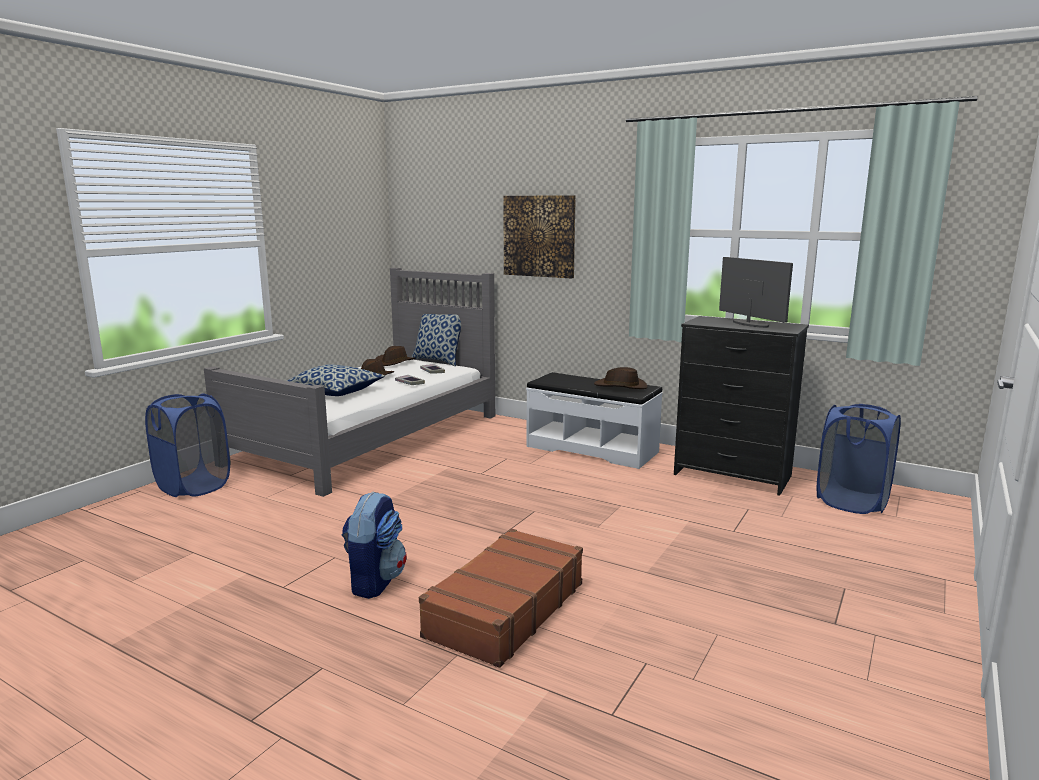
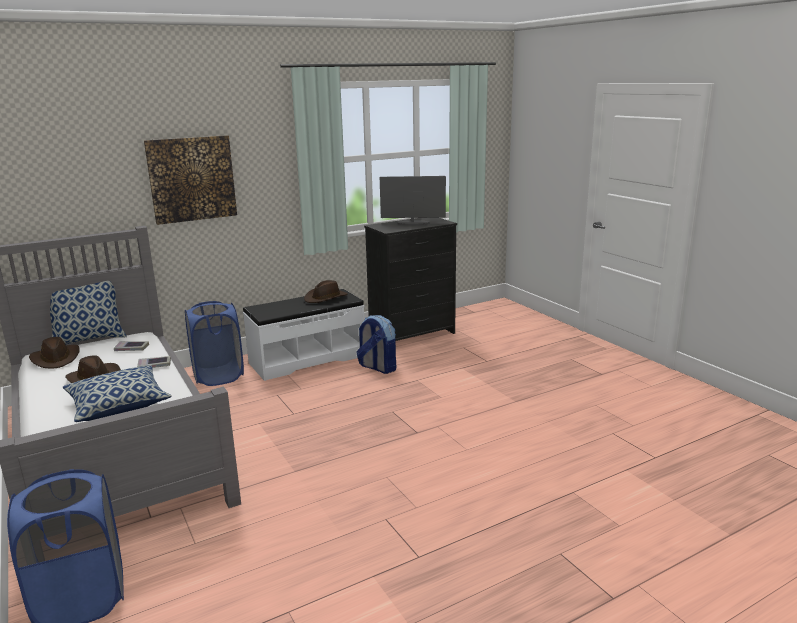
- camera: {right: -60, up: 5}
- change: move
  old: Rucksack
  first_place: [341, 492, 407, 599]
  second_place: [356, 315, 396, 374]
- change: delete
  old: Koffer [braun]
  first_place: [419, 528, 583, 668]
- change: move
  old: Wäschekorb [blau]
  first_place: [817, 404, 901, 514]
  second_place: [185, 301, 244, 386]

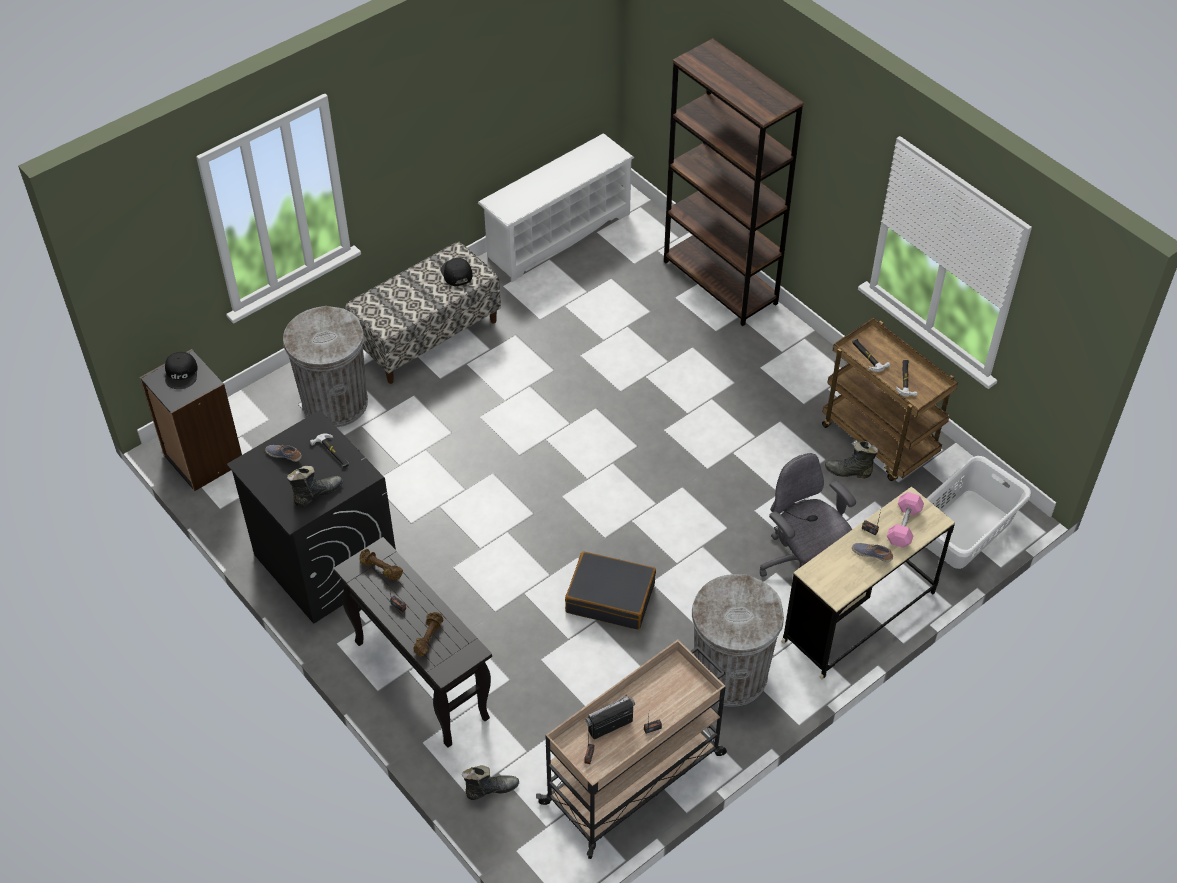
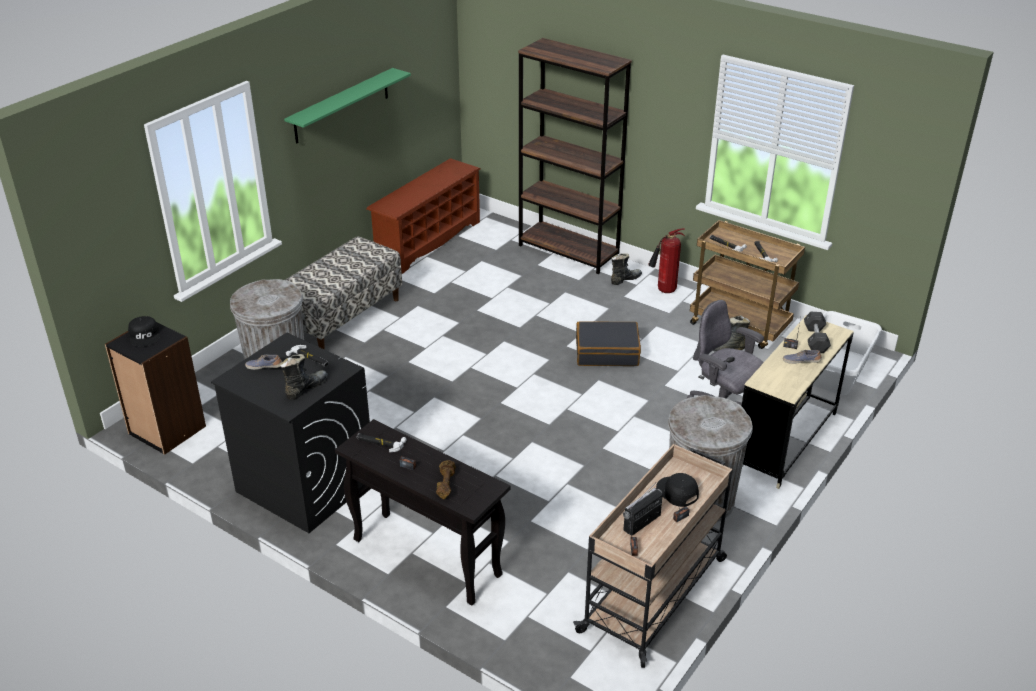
- camera: {right: -15, up: -15}
- change: replace
  old: Hantel [braun]
  new: Hammer
  first_place: [359, 549, 403, 580]
  second_place: [357, 433, 407, 452]
- change: move
  old: Kappe [schwarz]
  first_place: [441, 258, 472, 286]
  second_place: [656, 473, 699, 507]
- change: move
  old: Stiefel [schwarz]
  first_place: [462, 765, 519, 800]
  second_place: [611, 253, 642, 285]
- change: recolor
  old: Schuhregal [weiß]
  new: Schuhregal [braun]
  first_place: [478, 133, 634, 282]
  second_place: [366, 158, 481, 274]
- change: move
  old: Koffer [schwarz]
  first_place: [565, 552, 656, 630]
  second_place: [576, 322, 641, 366]
- change: recolor
  old: Hantel [rosa]
  new: Hantel [grau]
  first_place: [887, 492, 924, 548]
  second_place: [804, 312, 831, 353]
- change: insert
  new: Wandregal [grün]
  second_place: [284, 68, 411, 143]
- change: insert
  new: Feuerlöscher
  second_place: [648, 228, 685, 293]

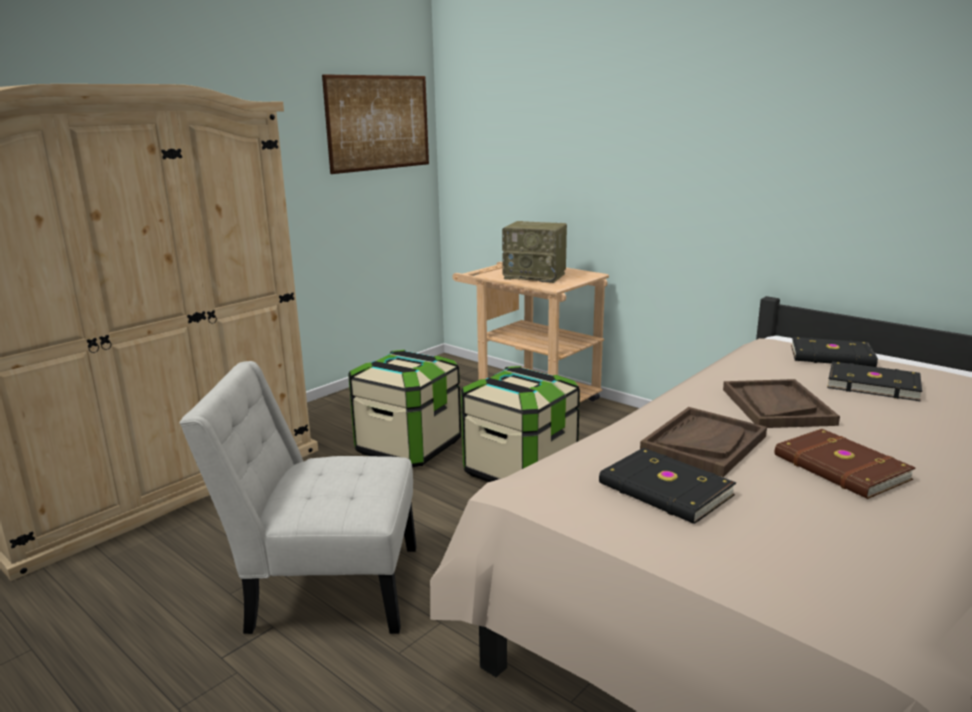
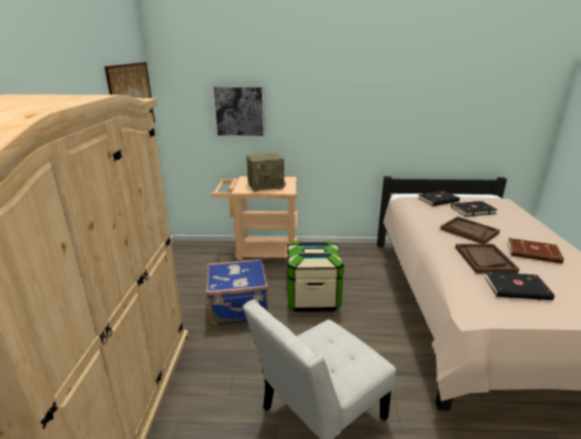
- camera: {right: -40, up: 5}
- change: replace
  old: Aufbewahrungsbox
  new: Koffer [blau]
  first_place: [348, 350, 461, 467]
  second_place: [206, 258, 269, 326]
- change: insert
  new: Bild
  second_place: [212, 85, 265, 138]

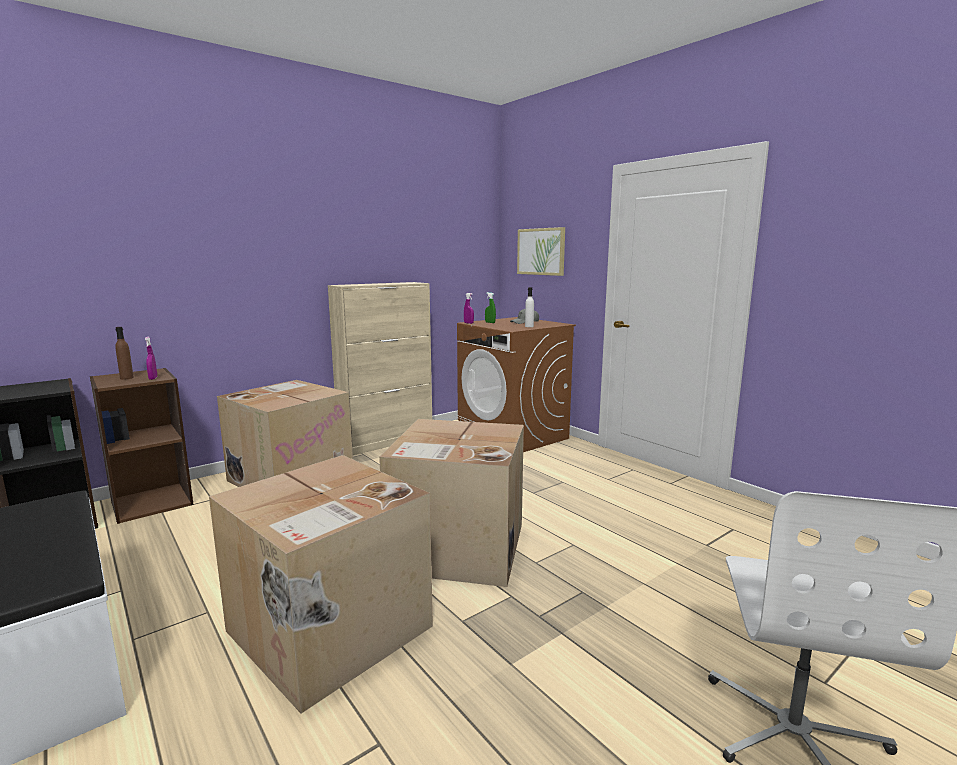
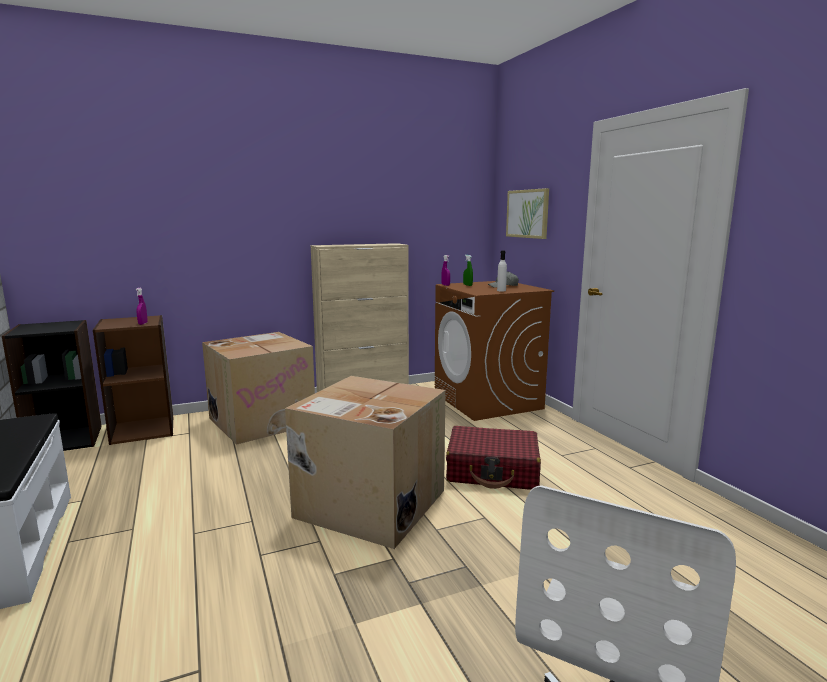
- camera: {right: 15, up: 0}
- change: delete
  old: Flasche [braun]
  first_place: [115, 327, 134, 380]
- change: delete
  old: Karton
  first_place: [209, 455, 433, 713]
- change: insert
  new: Koffer [rot]
  second_place: [446, 426, 541, 490]

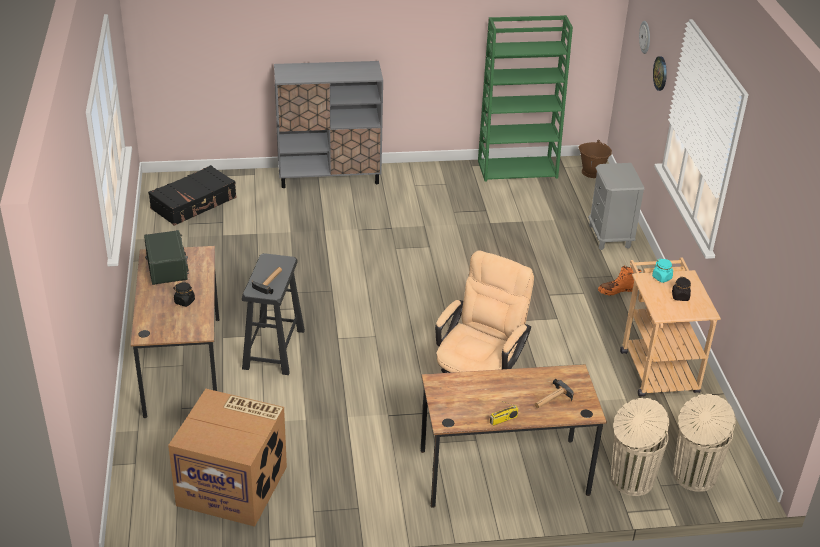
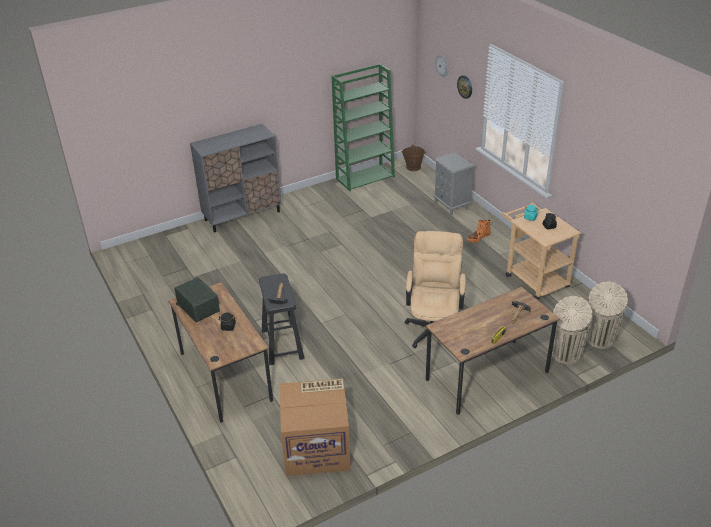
- camera: {right: -20, up: 0}
- change: delete
  old: Koffer [schwarz]
  first_place: [148, 165, 236, 226]

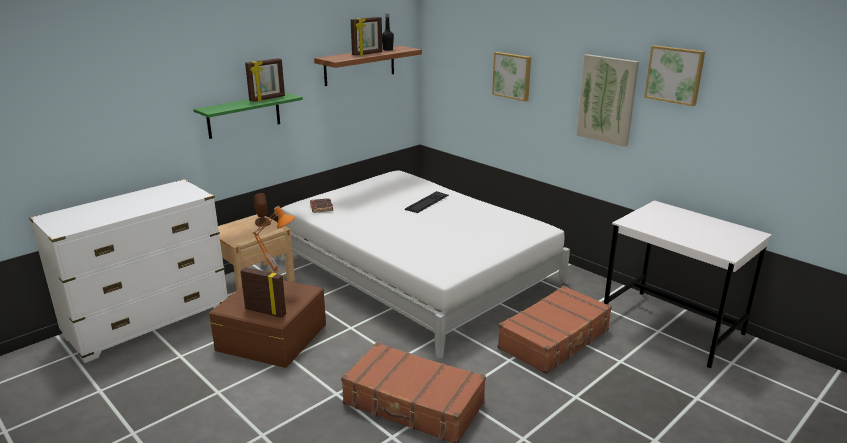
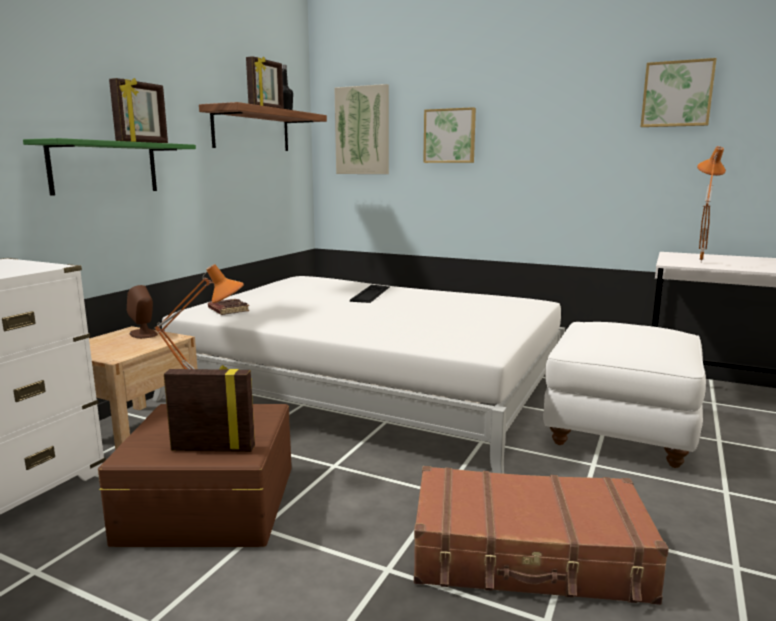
- camera: {right: -20, up: -10}
- change: replace
  old: Koffer [braun]
  new: Polsterhocker [weiß]
  first_place: [497, 286, 612, 374]
  second_place: [543, 322, 706, 468]
- change: move
  old: Bild
  first_place: [576, 54, 639, 147]
  second_place: [334, 84, 389, 174]
- change: insert
  new: Tischlampe [orange]
  second_place: [697, 146, 726, 263]

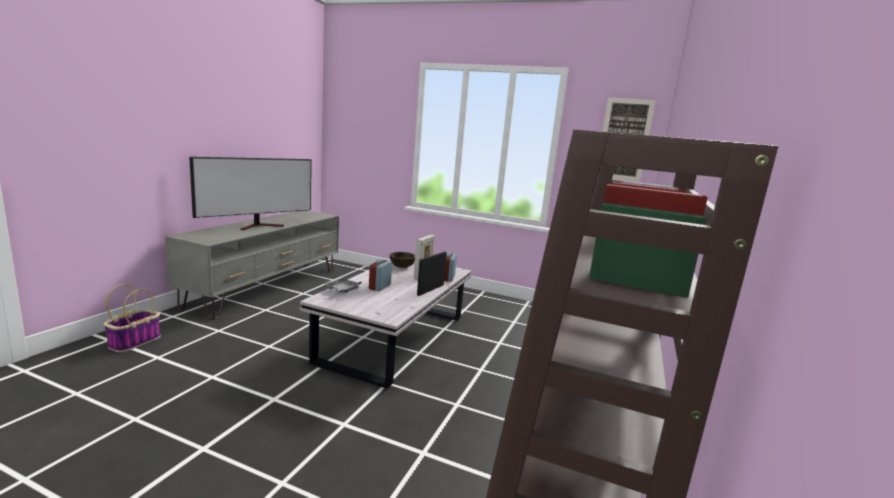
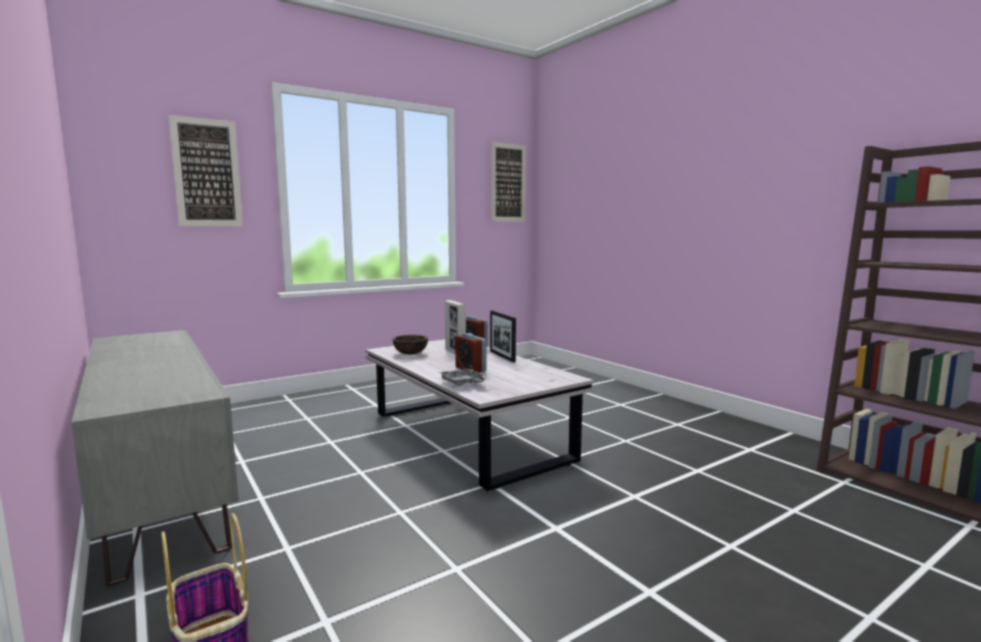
- camera: {right: -55, up: -5}
- change: delete
  old: Fernseher
  first_place: [189, 157, 312, 230]
- change: insert
  new: Bild
  second_place: [169, 115, 243, 226]

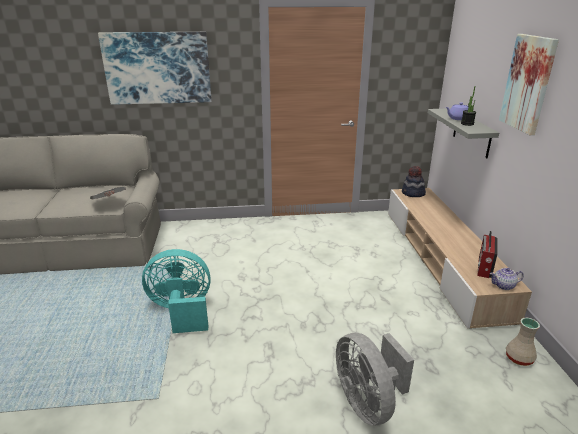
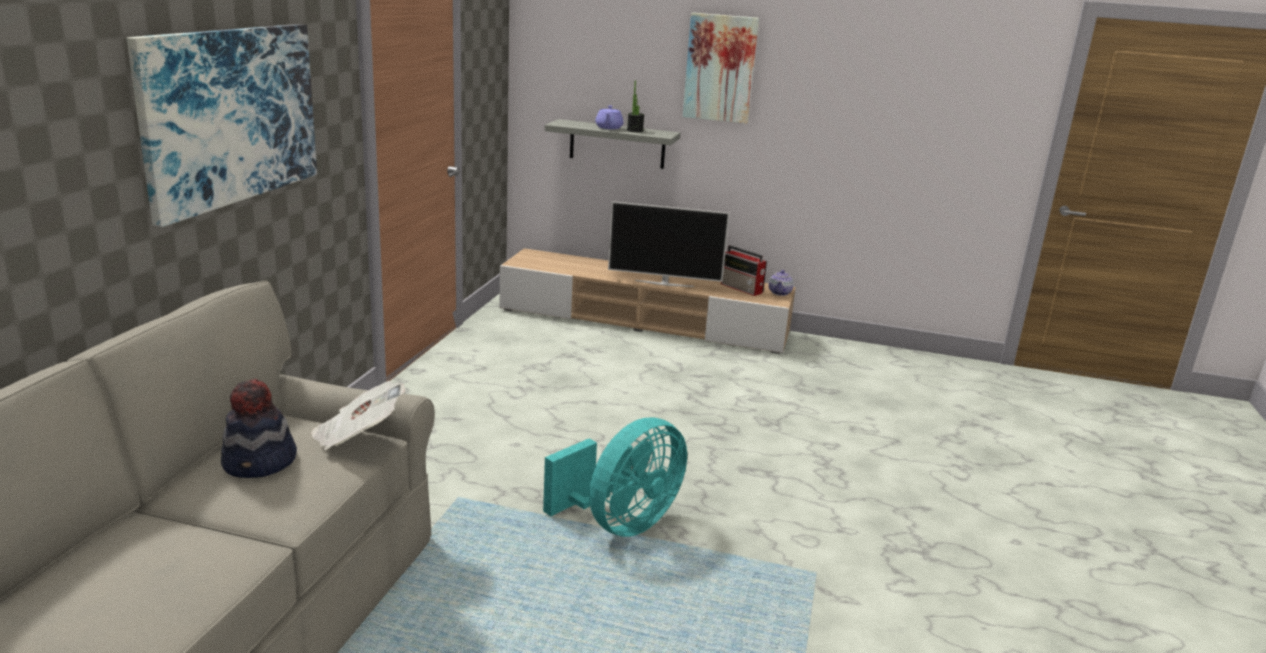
- camera: {right: -70, up: -5}
- change: rotate
  old: Ventilator [türkis]
  first_place: [142, 249, 211, 333]
  second_place: [543, 417, 687, 537]
  degrees: -150
- change: delete
  old: Ventilator [grau]
  first_place: [336, 333, 414, 426]
- change: move
  old: Hut
  first_place: [402, 166, 426, 197]
  second_place: [221, 379, 297, 478]
- change: delete
  old: Vase [beige]
  first_place: [506, 318, 540, 366]
- change: insert
  new: Fernseher
  second_place: [608, 201, 730, 287]

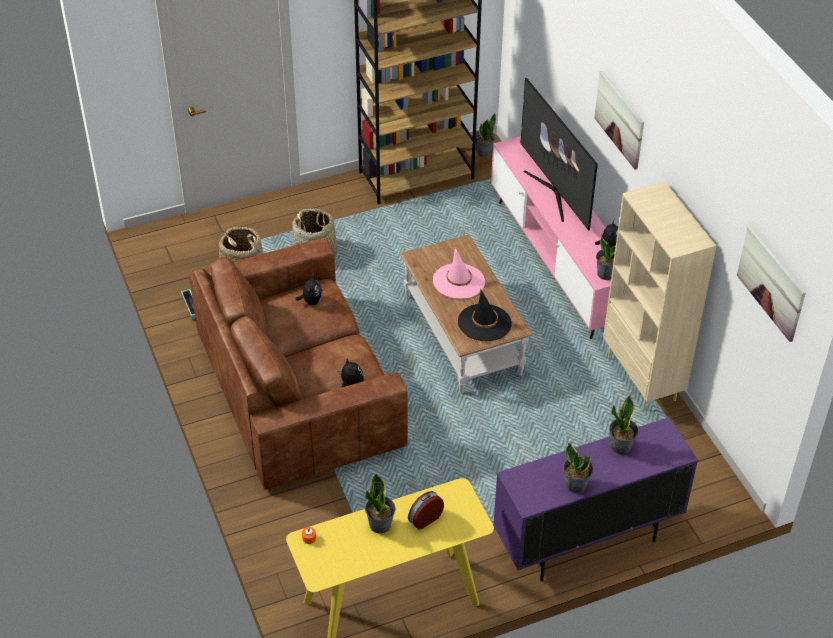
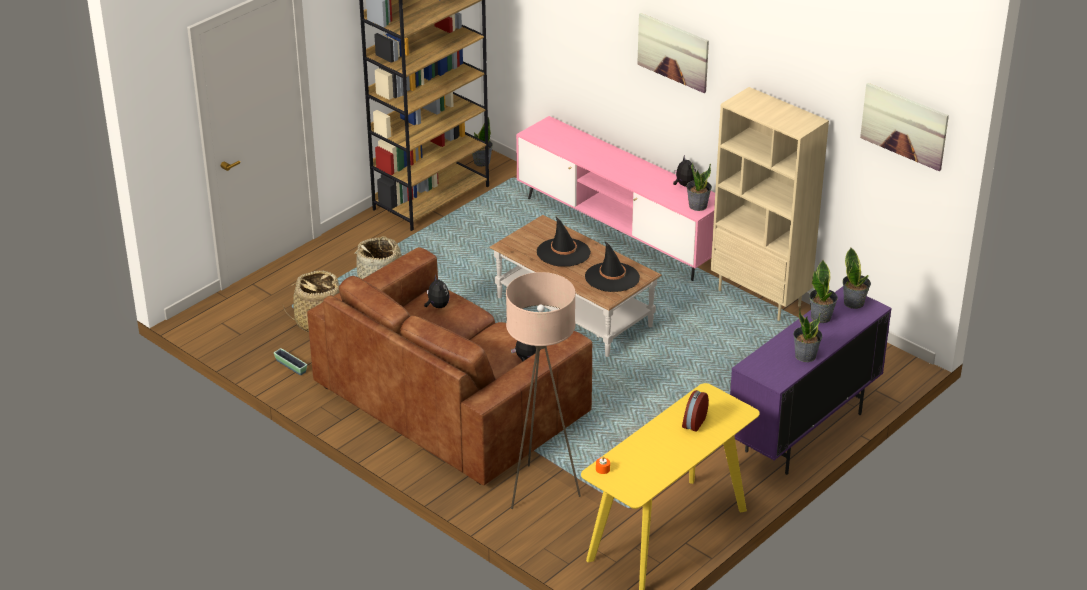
- camera: {right: -25, up: -10}
- change: move
  old: Topfpflanze
  first_place: [365, 473, 396, 534]
  second_place: [843, 248, 871, 309]
- change: recolor
  old: Hut [rosa]
  new: Hut [schwarz]
  first_place: [433, 248, 485, 299]
  second_place: [537, 217, 591, 266]
- change: delete
  old: Fernseher
  first_place: [520, 78, 598, 231]
- change: insert
  new: Stehlampe [beige]
  second_place: [506, 272, 581, 509]

